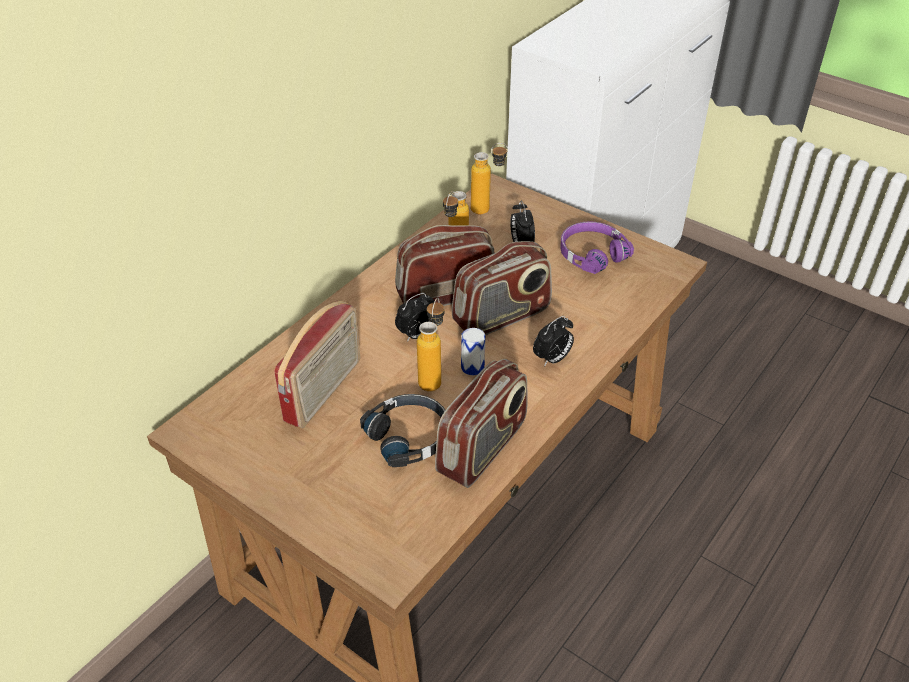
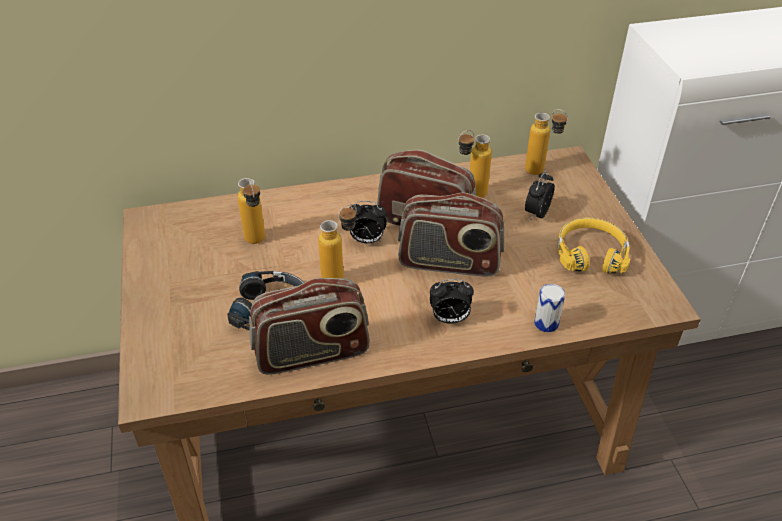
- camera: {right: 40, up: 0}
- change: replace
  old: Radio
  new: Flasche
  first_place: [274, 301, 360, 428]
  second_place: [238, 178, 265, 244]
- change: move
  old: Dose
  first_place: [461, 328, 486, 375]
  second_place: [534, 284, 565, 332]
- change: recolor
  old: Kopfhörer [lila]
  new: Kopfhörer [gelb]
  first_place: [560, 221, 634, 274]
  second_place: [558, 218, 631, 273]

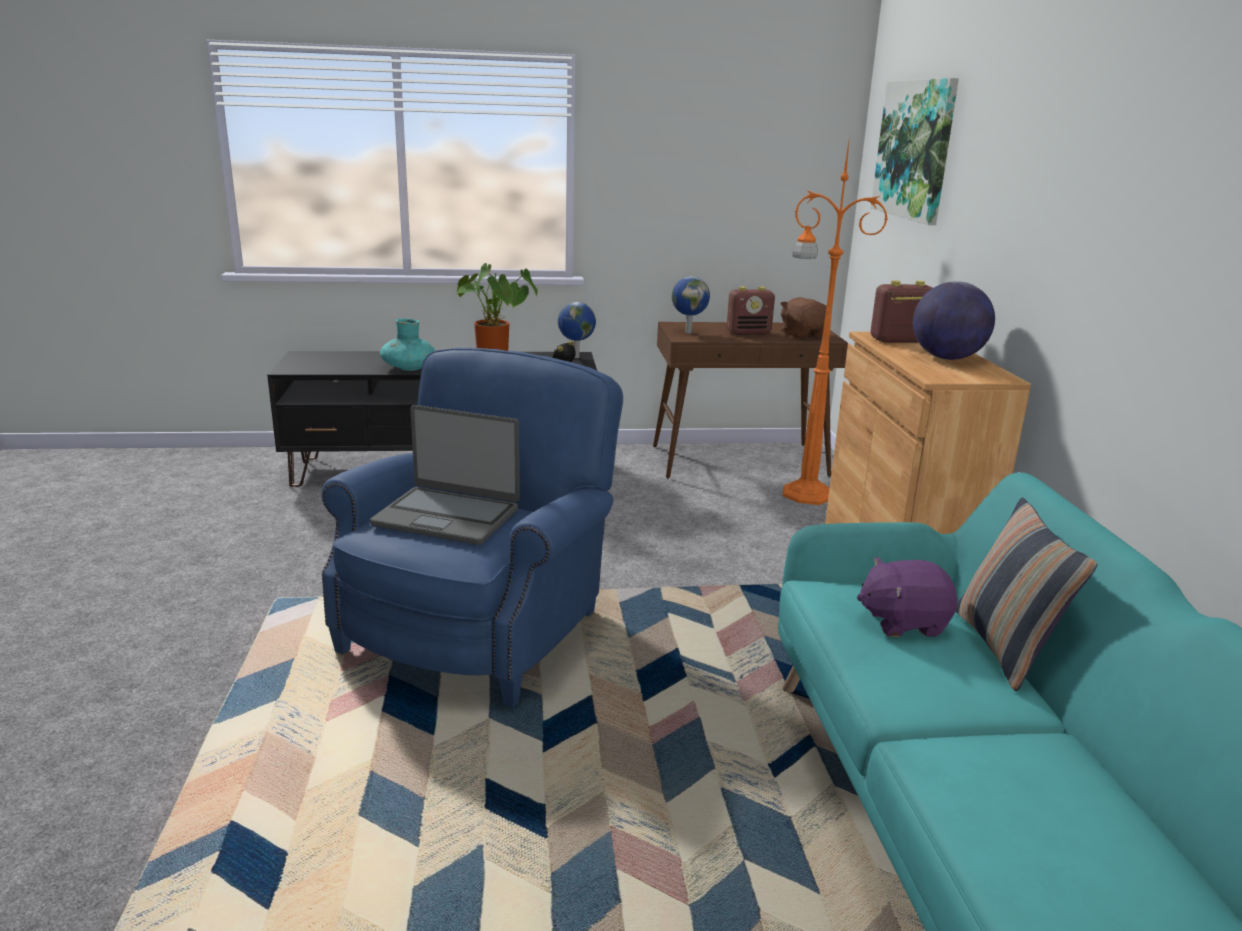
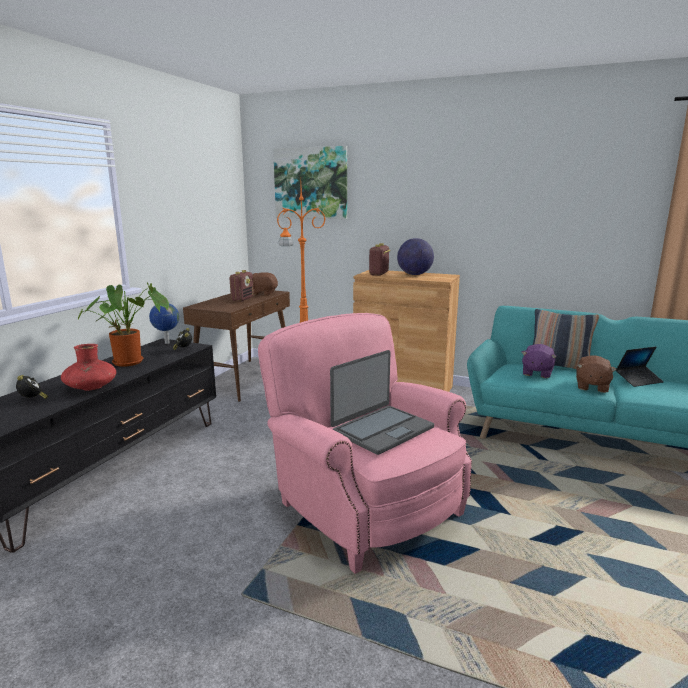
- camera: {right: -60, up: -5}
- change: recolor
  old: Sessel [blau]
  new: Sessel [rosa]
  first_place: [321, 348, 623, 707]
  second_place: [258, 313, 472, 574]
- change: recolor
  old: Vase [türkis]
  new: Vase [rot]
  first_place: [380, 319, 436, 371]
  second_place: [61, 344, 116, 390]
- change: delete
  old: Globus
  first_place: [672, 277, 710, 333]
- change: insert
  new: Wecker
  second_place: [16, 375, 48, 399]
- change: insert
  new: Plüschtier [braun]
  second_place: [576, 355, 617, 393]
- change: insert
  new: Laptop
  second_place: [616, 347, 664, 387]

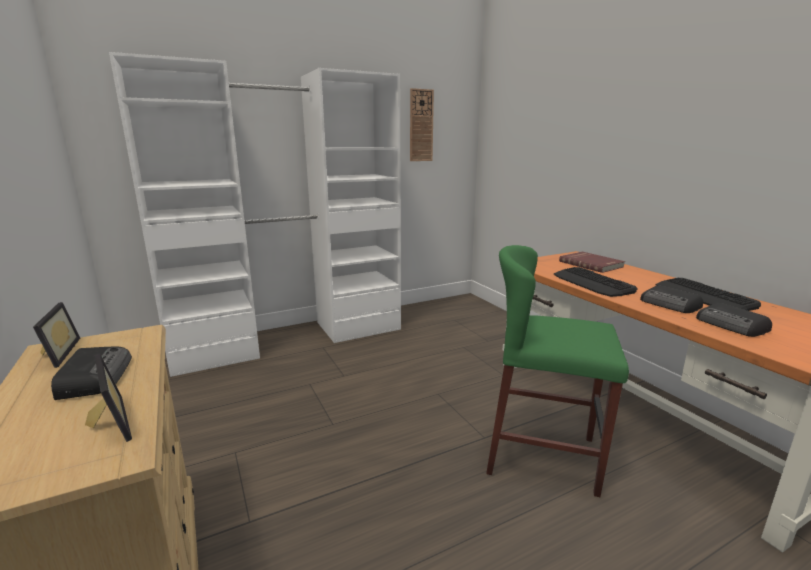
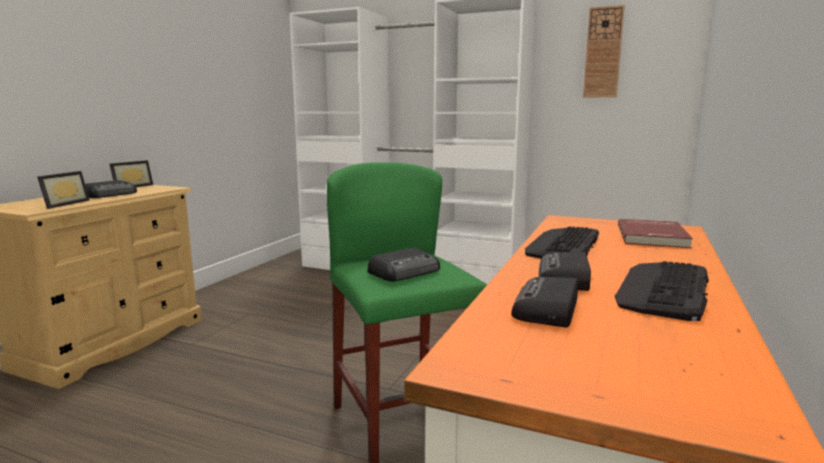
- camera: {right: 50, up: -5}
- change: insert
  new: Radio
  second_place: [368, 248, 440, 281]

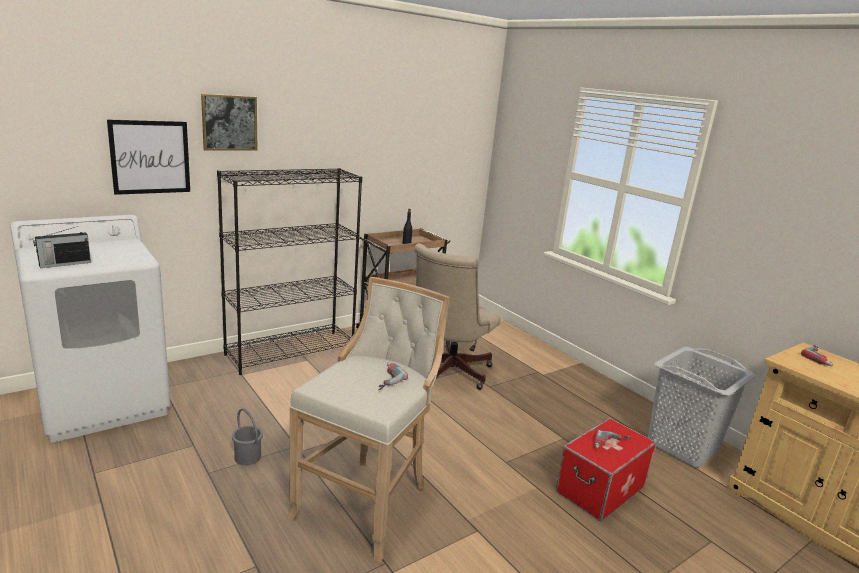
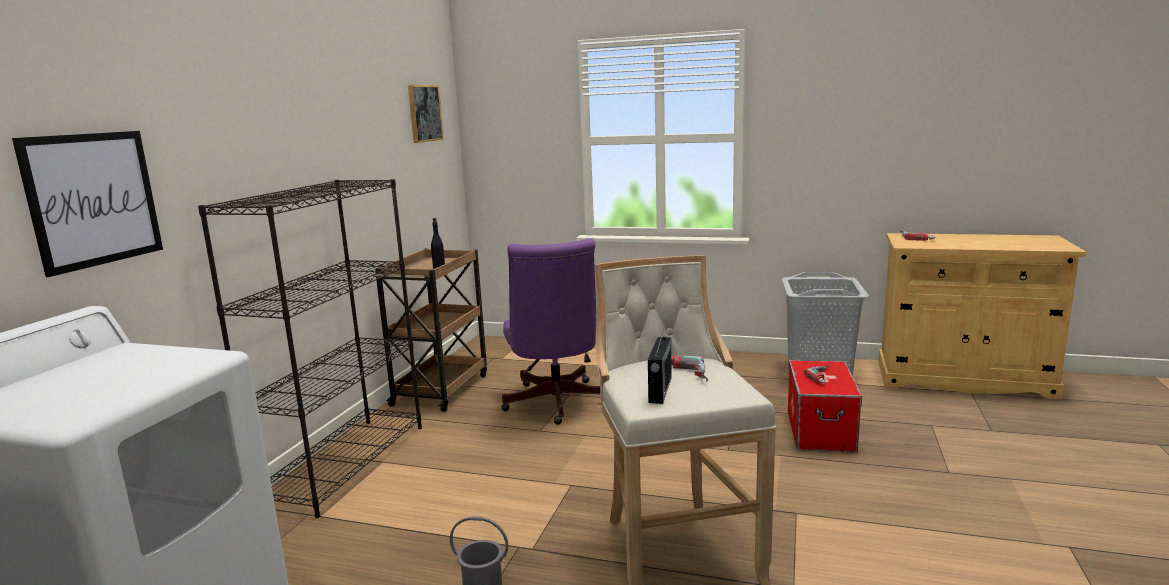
- camera: {right: -35, up: -5}
- change: move
  old: Radio
  first_place: [33, 226, 91, 268]
  second_place: [648, 328, 672, 404]
- change: move
  old: Bild
  first_place: [201, 94, 257, 151]
  second_place: [408, 85, 444, 143]
- change: recolor
  old: Bürostuhl [beige]
  new: Bürostuhl [lila]
  first_place: [414, 243, 501, 390]
  second_place: [501, 239, 600, 425]

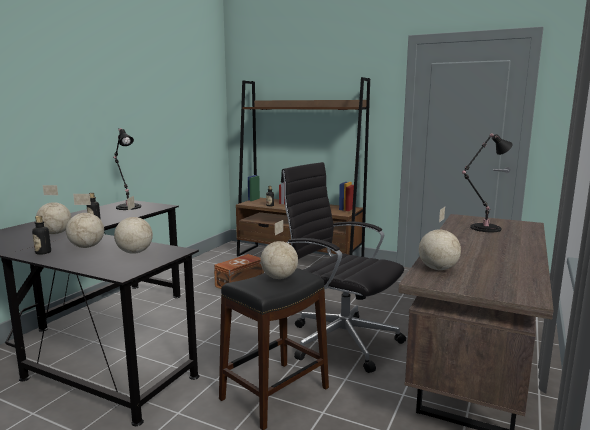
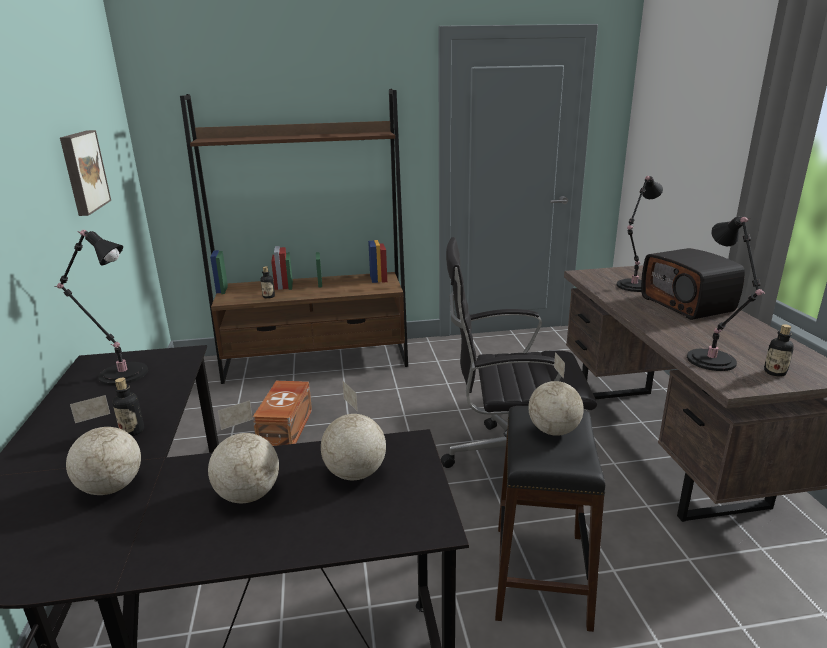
- camera: {right: -35, up: 10}
- change: move
  old: Flasche
  first_place: [32, 216, 51, 255]
  second_place: [764, 324, 794, 377]
- change: replace
  old: Globus
  new: Tischlampe [schwarz]
  first_place: [419, 207, 461, 270]
  second_place: [687, 216, 766, 371]
- change: insert
  new: Bild
  second_place: [60, 130, 111, 216]
- change: insert
  new: Radio
  second_place: [641, 248, 745, 320]

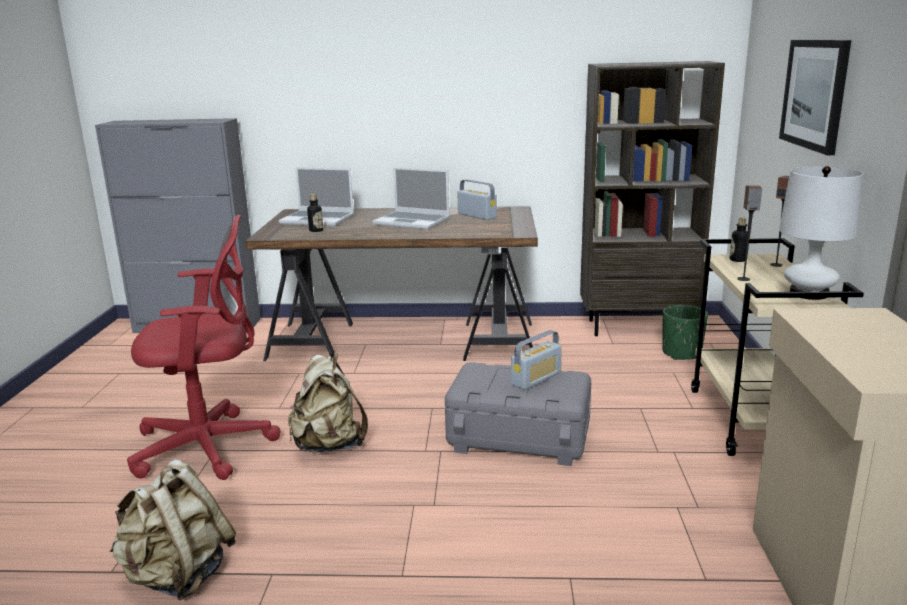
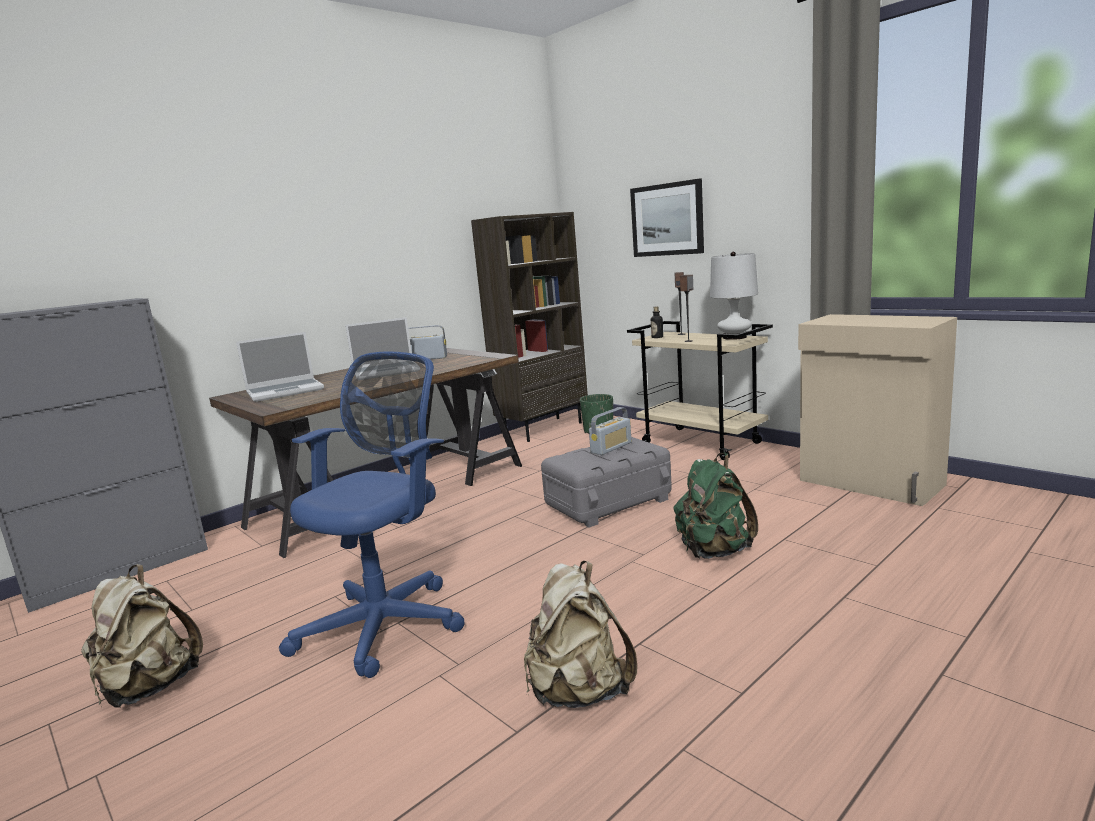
- camera: {right: -45, up: -5}
- change: recolor
  old: Bürostuhl [rot]
  new: Bürostuhl [blau]
  first_place: [127, 215, 280, 480]
  second_place: [279, 351, 465, 678]
- change: move
  old: Rucksack [beige]
  first_place: [288, 352, 368, 452]
  second_place: [81, 564, 203, 708]
- change: delete
  old: Flasche
  first_place: [307, 194, 323, 232]
- change: rotate
  old: Radio
  first_place: [511, 330, 562, 390]
  second_place: [589, 407, 632, 455]
  degrees: 45
- change: insert
  new: Rucksack [grün]
  second_place: [673, 453, 758, 559]

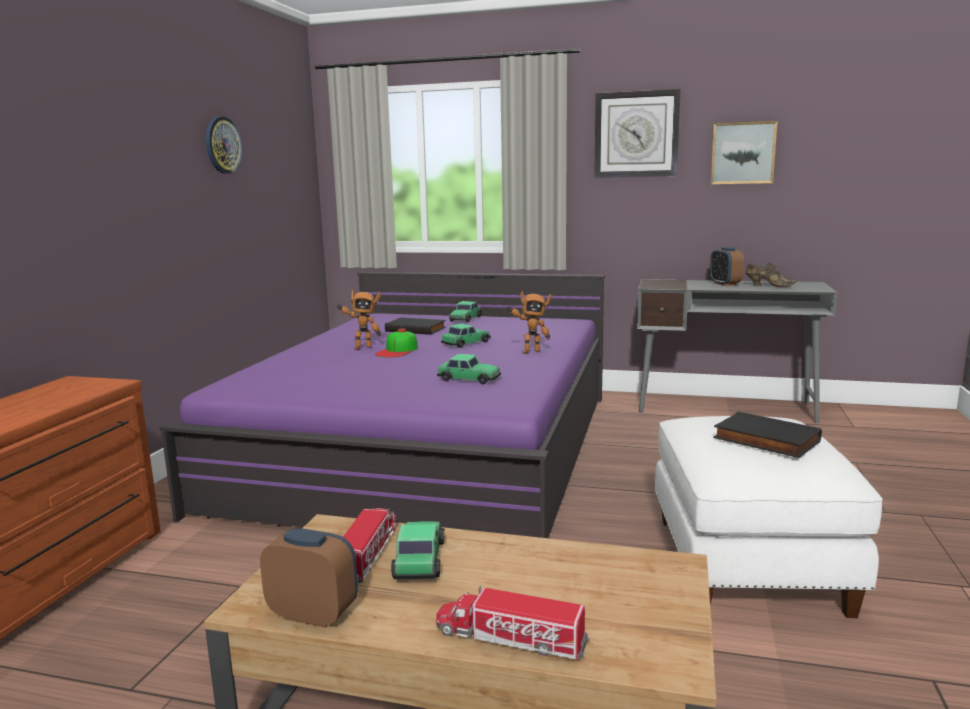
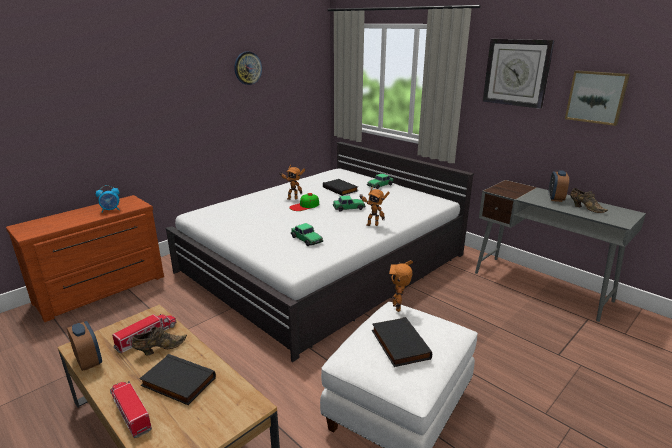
- camera: {right: 30, up: 10}
- change: recolor
  old: Bett [lila]
  new: Bett [weiß]
  first_place: [159, 272, 605, 538]
  second_place: [165, 142, 474, 362]
- change: replace
  old: Spielzeugauto
  new: Schuh [braun]
  first_place: [391, 522, 445, 579]
  second_place: [132, 327, 187, 356]
- change: insert
  new: Wecker
  second_place: [96, 185, 119, 213]
- change: insert
  new: Buch [schwarz]
  second_place: [139, 354, 216, 405]
- change: insert
  new: Spielzeugroboter
  second_place: [389, 260, 413, 312]

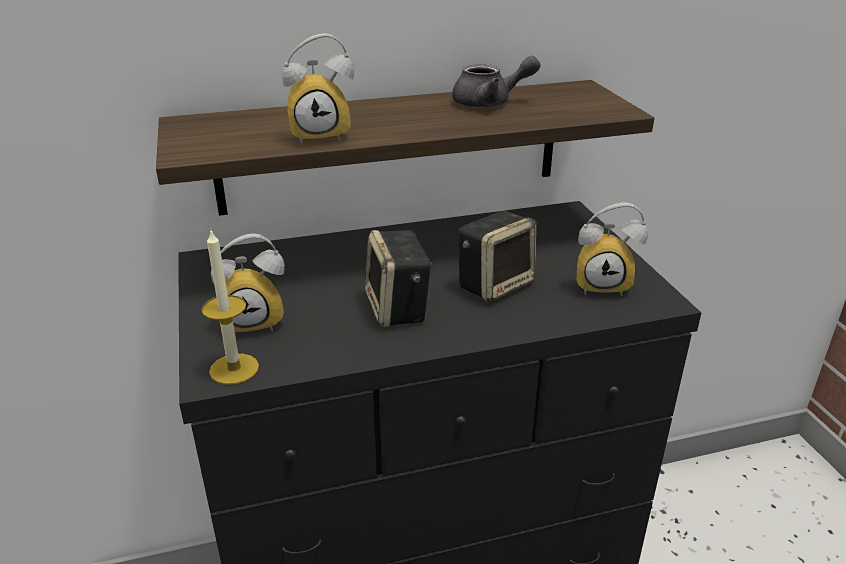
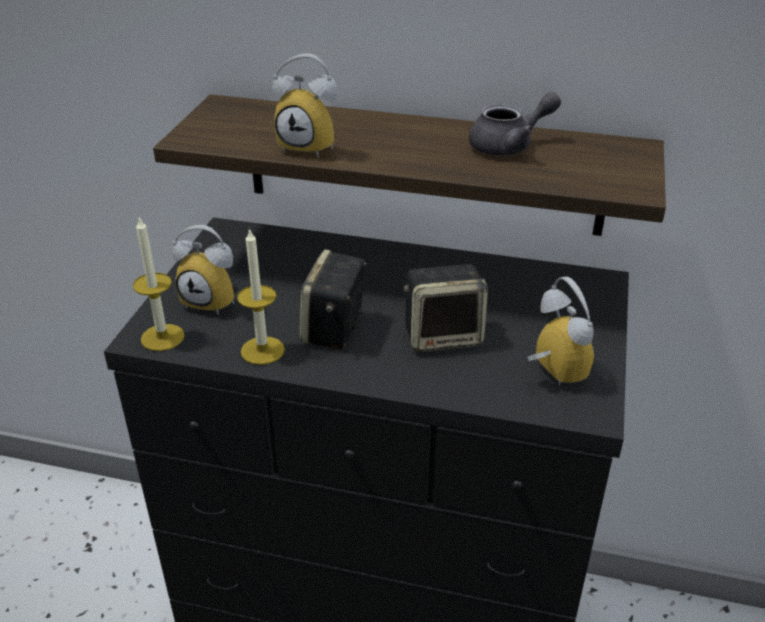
- camera: {right: 30, up: 5}
- change: rotate
  old: Teekanne [grau]
  first_place: [452, 56, 541, 108]
  second_place: [469, 92, 561, 156]
  degrees: -45
- change: rotate
  old: Wecker
  first_place: [577, 202, 648, 296]
  second_place: [527, 276, 594, 386]
  degrees: -150
- change: insert
  new: Kerze
  second_place: [237, 228, 285, 365]

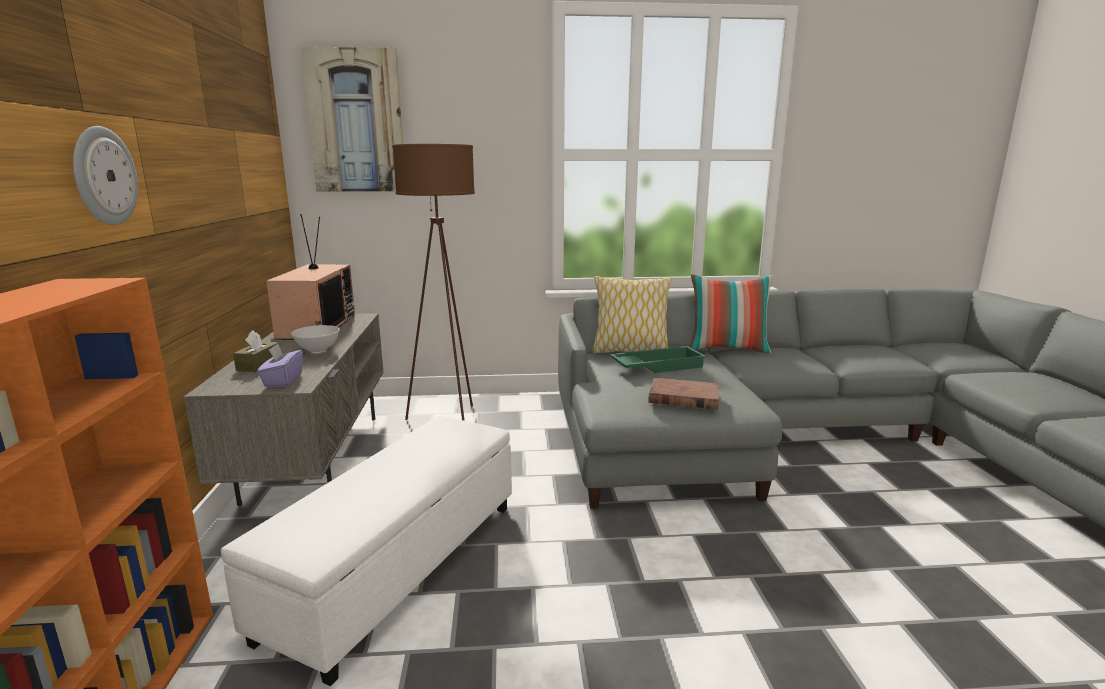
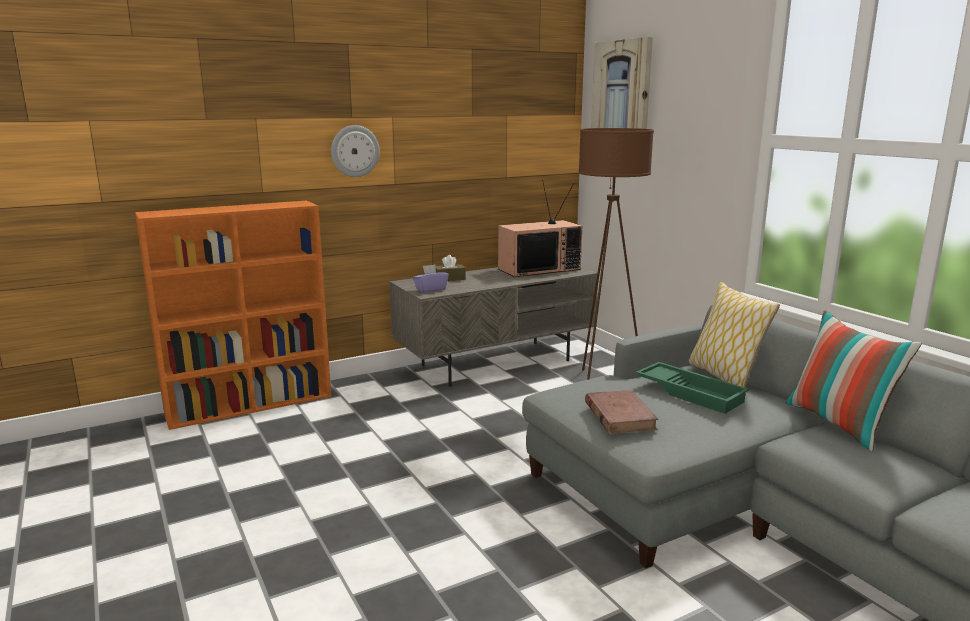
- camera: {right: 65, up: 0}
- change: delete
  old: Polsterhocker [weiß]
  first_place: [221, 416, 512, 686]
- change: delete
  old: Schüssel [weiß]
  first_place: [291, 325, 340, 353]

